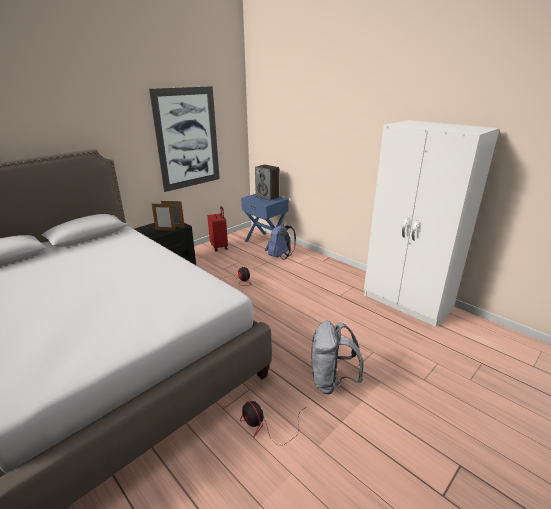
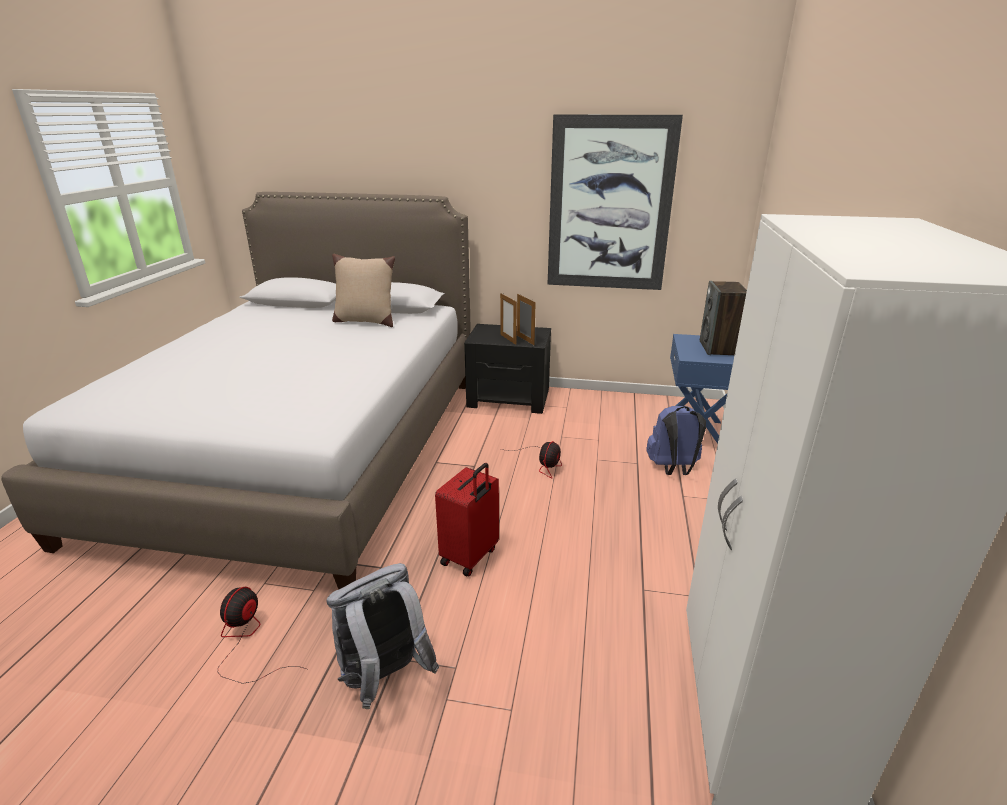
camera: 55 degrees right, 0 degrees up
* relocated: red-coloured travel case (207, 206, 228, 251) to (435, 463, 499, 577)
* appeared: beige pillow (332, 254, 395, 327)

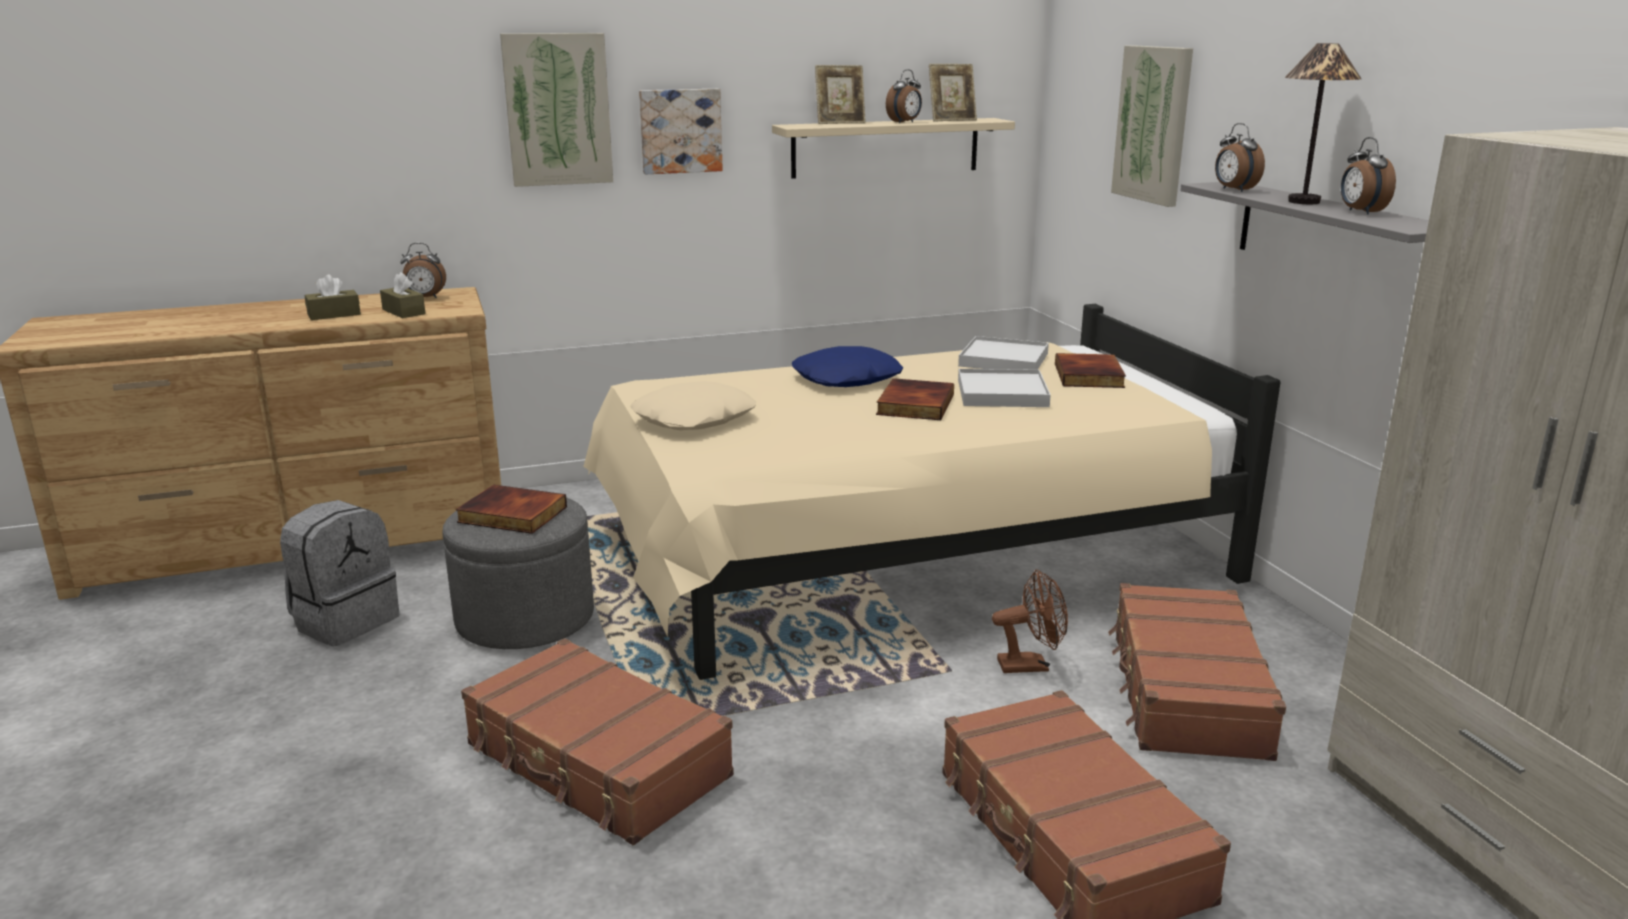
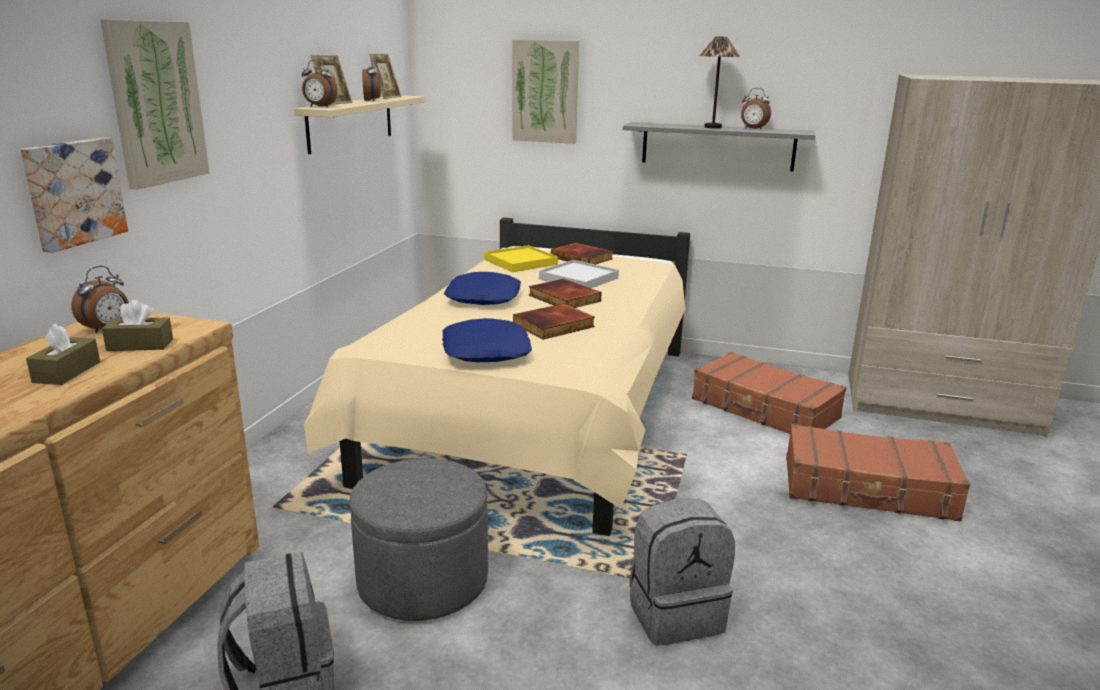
camera: 55 degrees left, 0 degrees up
* relocated: volume (456, 485, 567, 534) to (513, 303, 595, 340)
* exchanged: brownish travel case (461, 638, 734, 845) to gray knapsack (629, 499, 735, 646)
* colour: beige pillow (630, 381, 756, 430) to blue pillow (442, 318, 532, 362)
* relocated: wall picture (639, 89, 723, 174) to (21, 137, 128, 253)
* colour: white-coloured carrying tray (958, 336, 1049, 370) to yellow-coloured carrying tray (484, 245, 558, 272)
* missing: brownish fan (992, 569, 1068, 673)
* relocated: alarm clock (1215, 123, 1265, 192) to (302, 60, 338, 107)

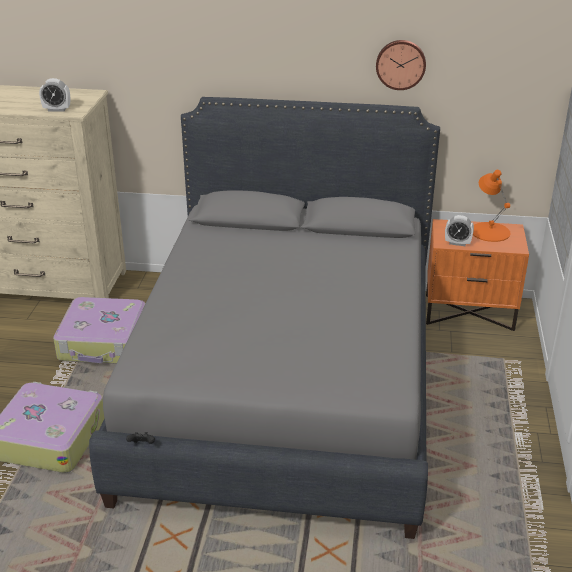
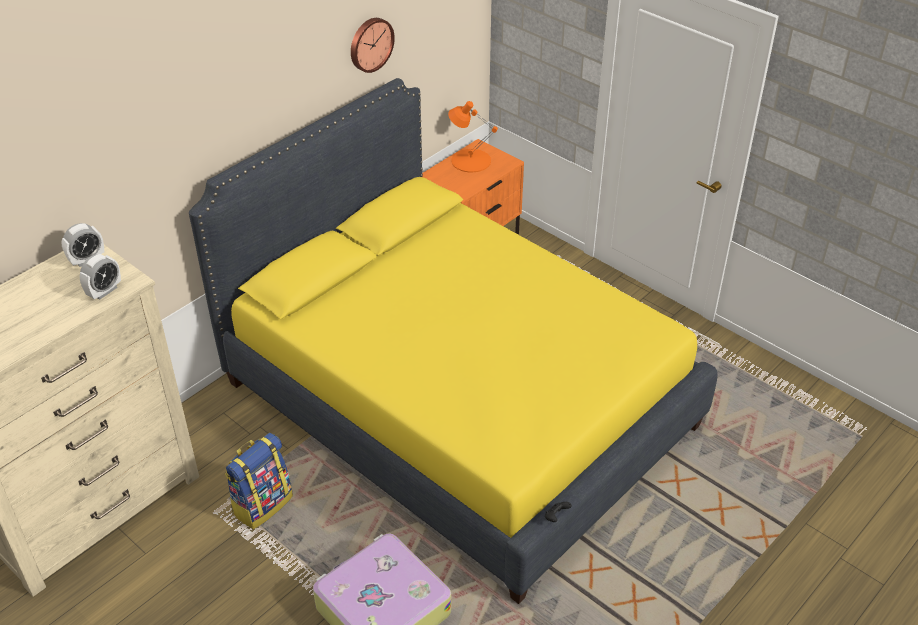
camera: 55 degrees left, 10 degrees up
* exchanged: travel case (53, 297, 146, 364) to knapsack (225, 433, 293, 529)
* colour: gray sleeping bed (89, 97, 440, 539) to yellow-coloured sleeping bed (189, 78, 718, 604)
* relocated: alarm clock (445, 215, 474, 246) to (61, 223, 104, 267)

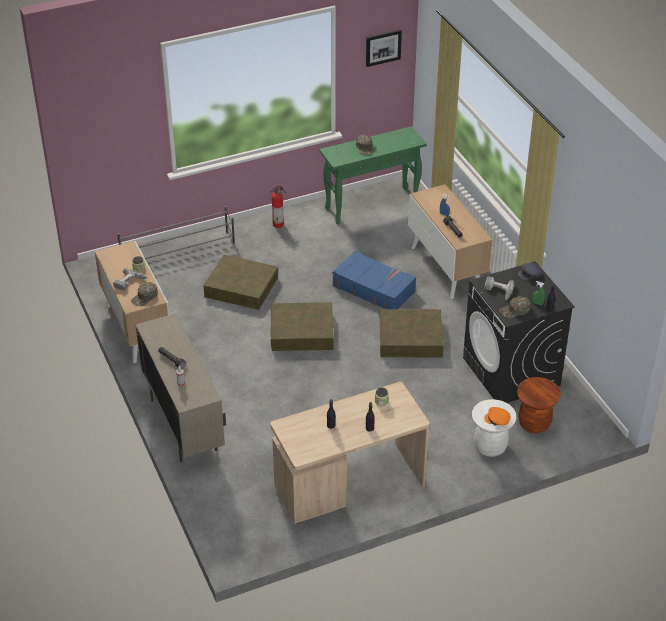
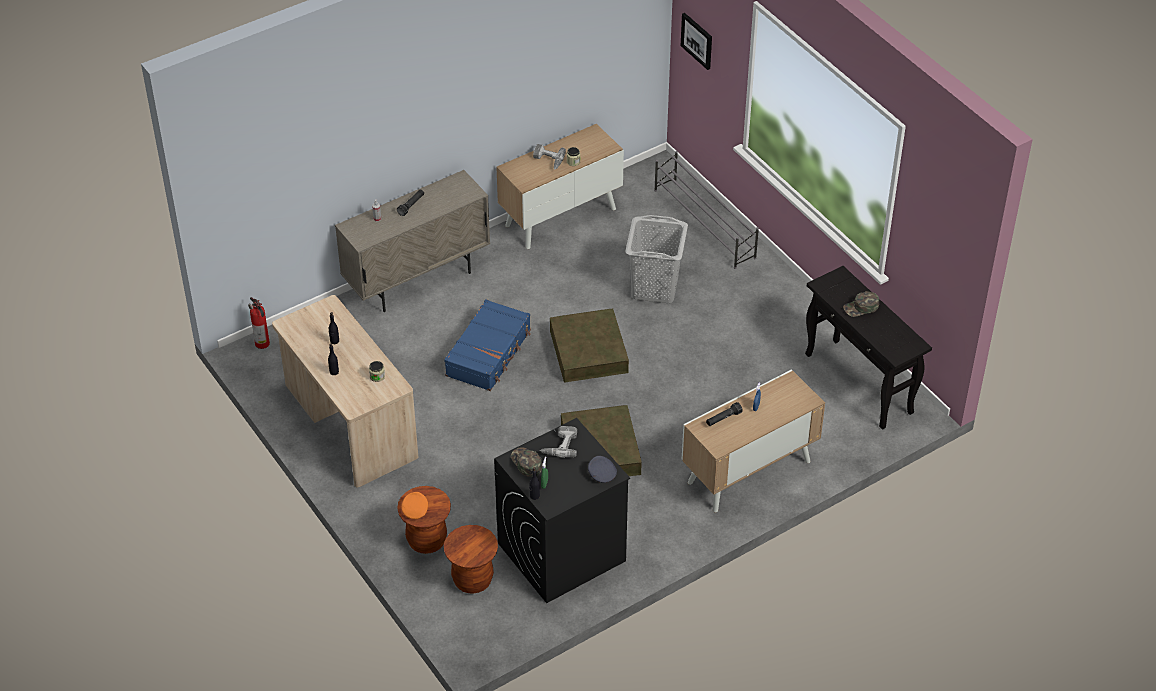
camera: 80 degrees right, 5 degrees up
* missing: green-coloured peaked cap (131, 282, 158, 306)
* exchanged: brownish storage container (203, 255, 278, 310) to gray laundry basket (625, 215, 688, 303)
* relocated: extinguisher (270, 185, 286, 228) to (248, 297, 270, 349)
* colour: green-coloured hall table (319, 126, 427, 224) to black-coloured hall table (805, 266, 932, 429)
* relocated: blue travel case (332, 251, 416, 309) to (444, 299, 531, 391)
* relocated: wall picture (366, 30, 402, 67) to (681, 13, 712, 70)
* colour: white-coloured stool seat (472, 399, 516, 457) to brownish stool seat (397, 486, 451, 554)

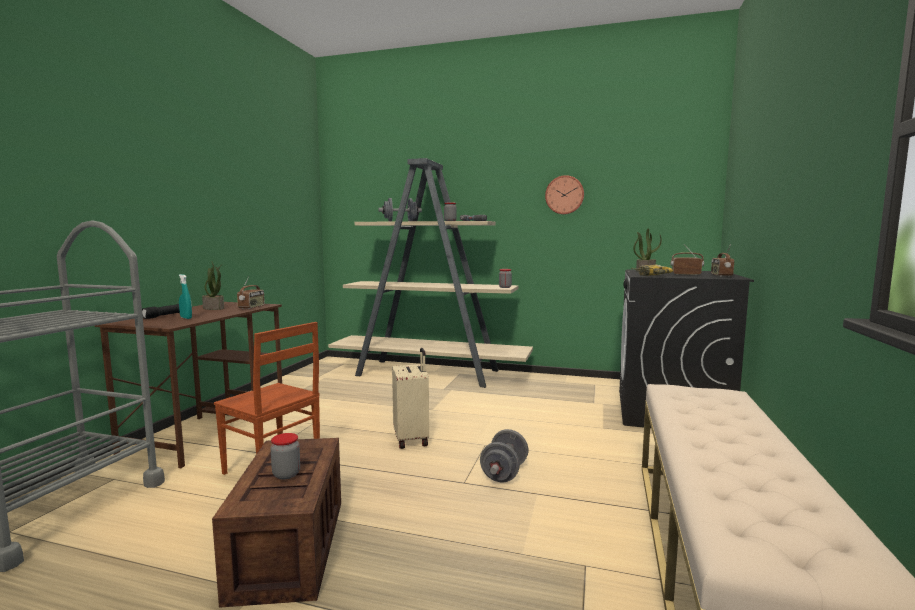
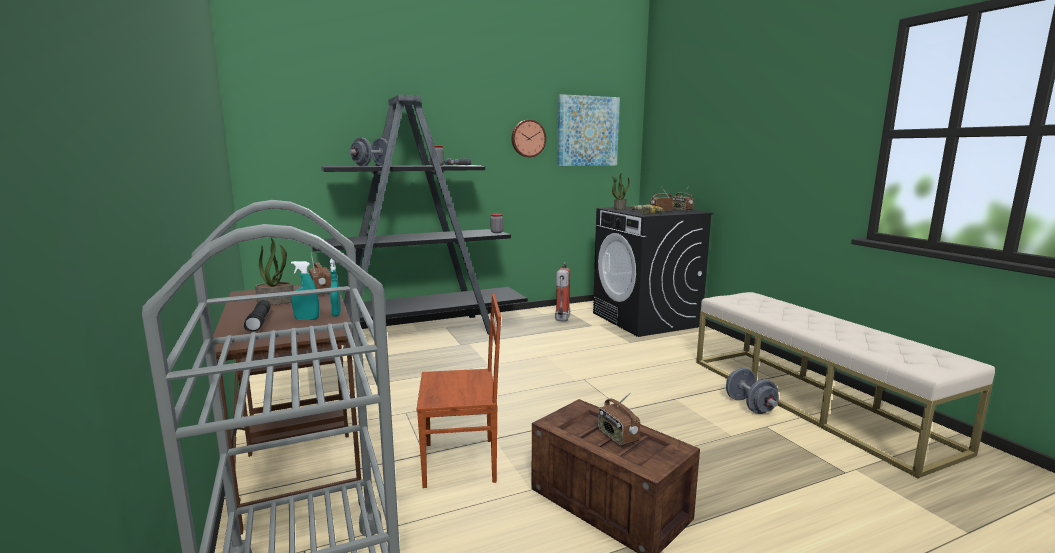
camera: 40 degrees left, 5 degrees up
* exchanged: preserve jar (270, 433, 300, 479) to radio set (598, 392, 640, 446)
* colour: beige bookshelf (328, 158, 533, 388) to black-coloured bookshelf (312, 95, 528, 349)
* missing: beige travel case (392, 348, 429, 449)
* relocated: gray hand weight (480, 429, 528, 483) to (726, 368, 779, 414)
* appeared: turquoise sprayer (330, 259, 341, 317)
* appeared: extinguisher (555, 262, 570, 321)
* appeared: wall picture (557, 94, 620, 166)

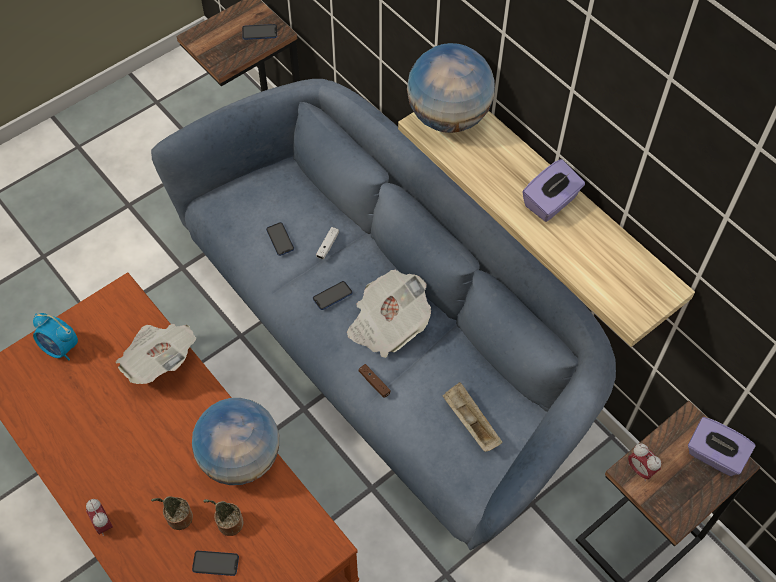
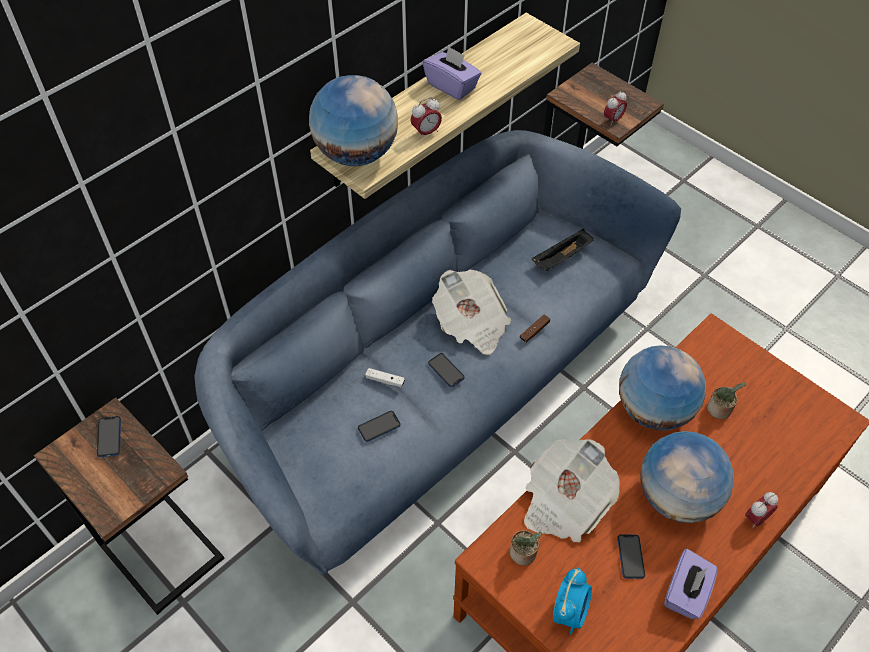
camera: 95 degrees left, 5 degrees down
* relocated: houseplant (151, 496, 193, 530) to (510, 530, 542, 565)
* relocated: telephone (192, 551, 239, 576) to (617, 534, 645, 579)
* colour: beige carrying tray (443, 382, 503, 452) to black-coloured carrying tray (532, 229, 593, 271)
* relocated: purple-coloured tissue box (688, 417, 756, 476) to (664, 549, 718, 619)
* appeared: alarm clock (411, 98, 442, 139)
* appeared: world globe (640, 431, 734, 523)

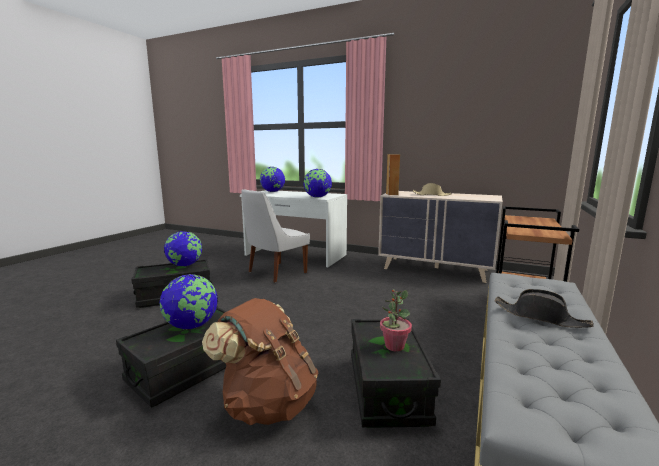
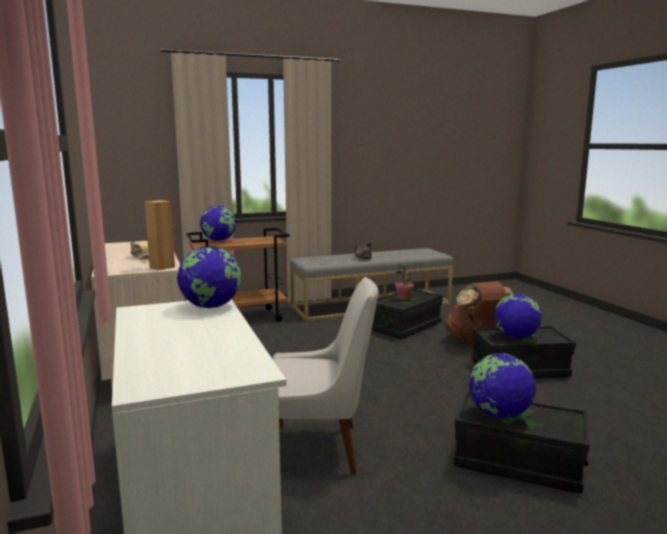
camera: 135 degrees left, 0 degrees up
* relocated: world globe (260, 167, 285, 192) to (200, 205, 236, 241)

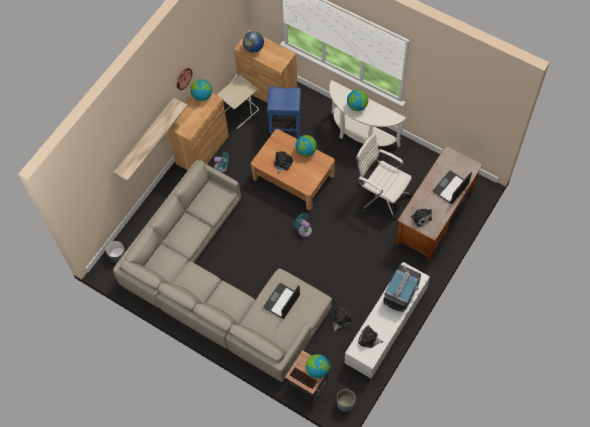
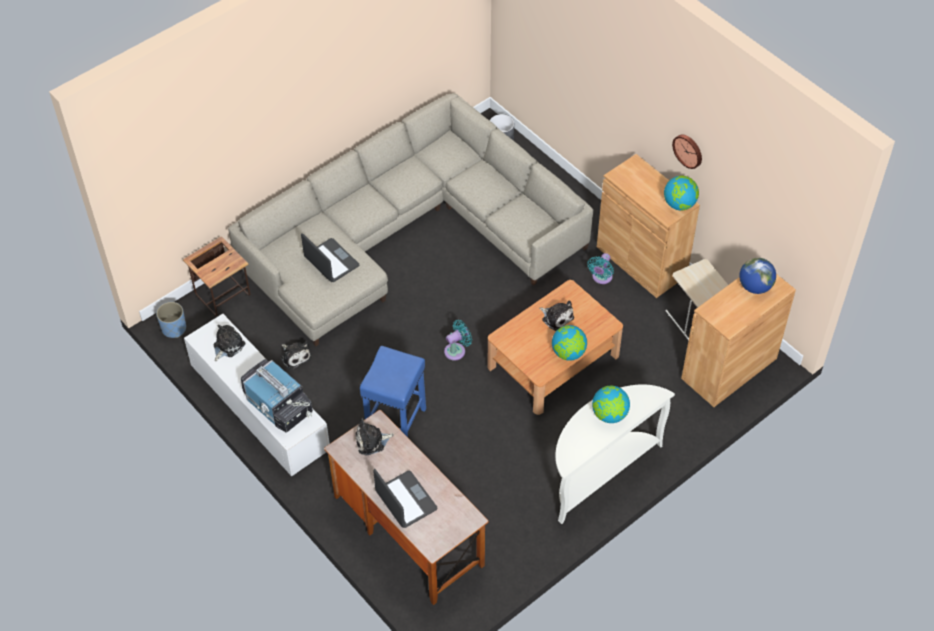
camera: 105 degrees right, 10 degrees down
* missing: wall shelf (113, 97, 188, 181)
* relocated: blue stool seat (267, 87, 301, 138) to (360, 346, 426, 437)
* missing: world globe (306, 354, 330, 378)
* missing: white-coloured computer chair (356, 133, 412, 221)

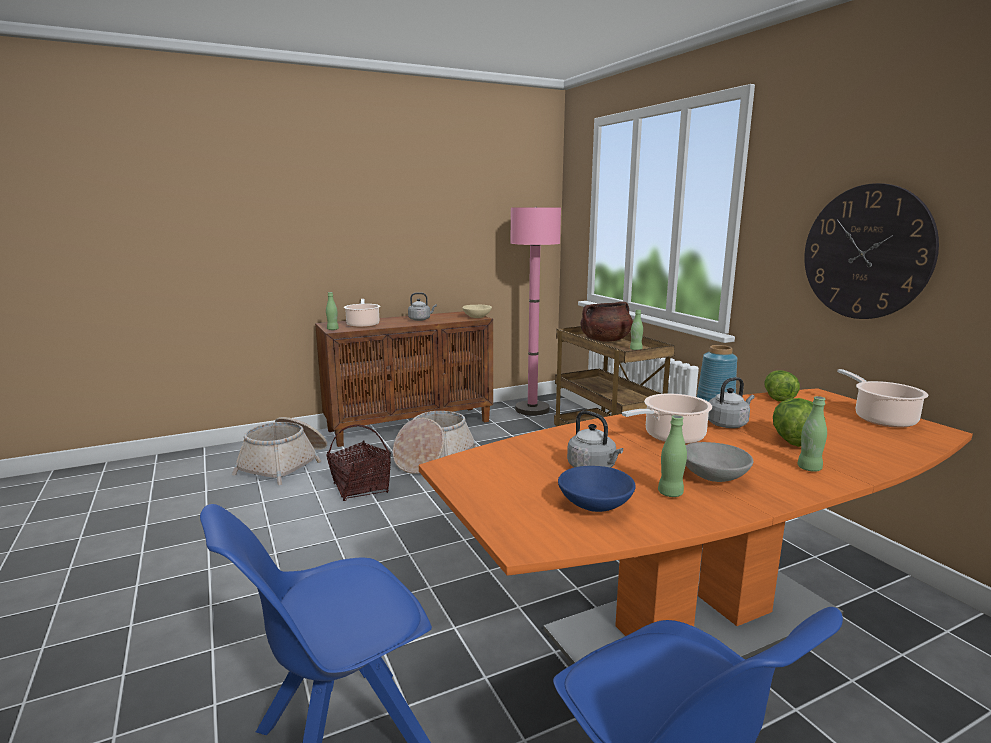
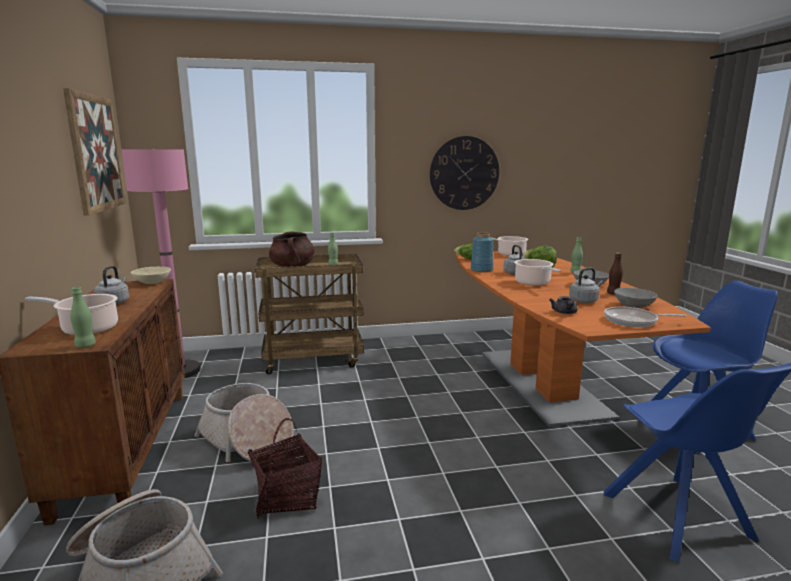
camera: 75 degrees left, 0 degrees up
* colour: blue bowl (558, 466, 636, 512) to gray bowl (614, 288, 658, 308)
* colour: green-coloured beverage bottle (658, 415, 687, 497) to brownish beverage bottle (607, 253, 623, 295)
* appeared: wall picture (63, 88, 126, 216)
* appeared: gray teapot (549, 296, 578, 314)
* appeared: skillet (604, 307, 686, 327)

